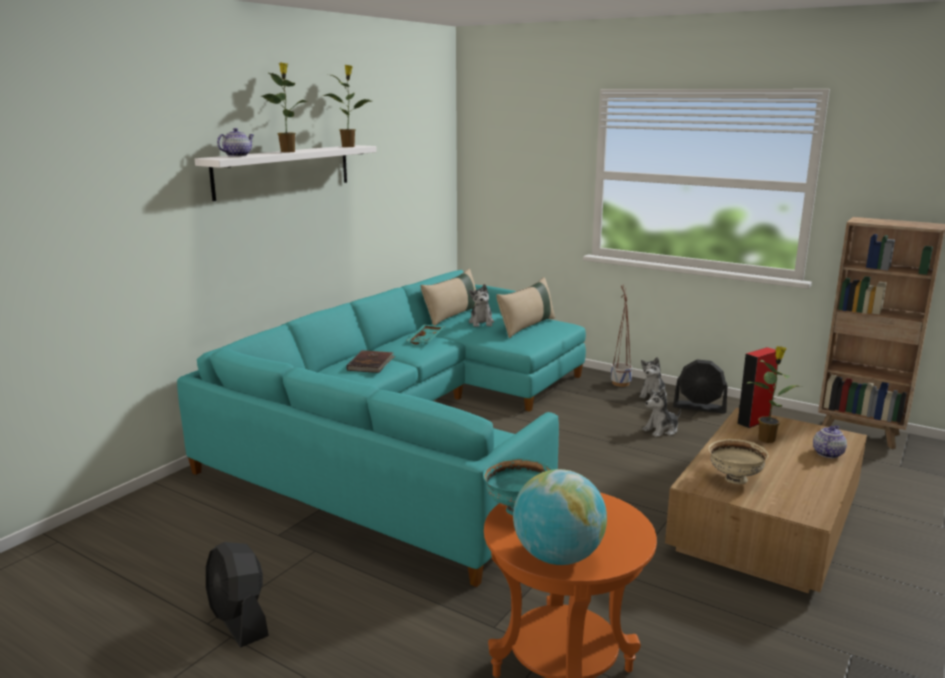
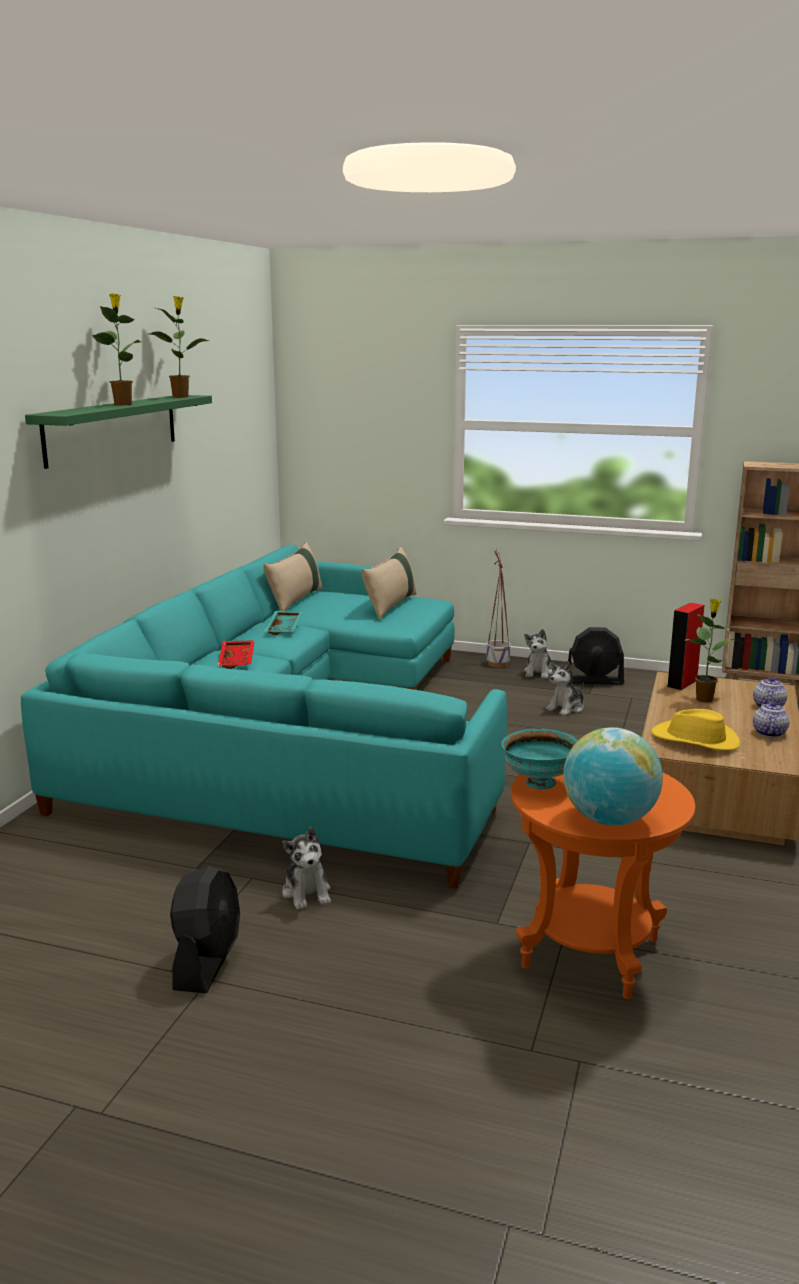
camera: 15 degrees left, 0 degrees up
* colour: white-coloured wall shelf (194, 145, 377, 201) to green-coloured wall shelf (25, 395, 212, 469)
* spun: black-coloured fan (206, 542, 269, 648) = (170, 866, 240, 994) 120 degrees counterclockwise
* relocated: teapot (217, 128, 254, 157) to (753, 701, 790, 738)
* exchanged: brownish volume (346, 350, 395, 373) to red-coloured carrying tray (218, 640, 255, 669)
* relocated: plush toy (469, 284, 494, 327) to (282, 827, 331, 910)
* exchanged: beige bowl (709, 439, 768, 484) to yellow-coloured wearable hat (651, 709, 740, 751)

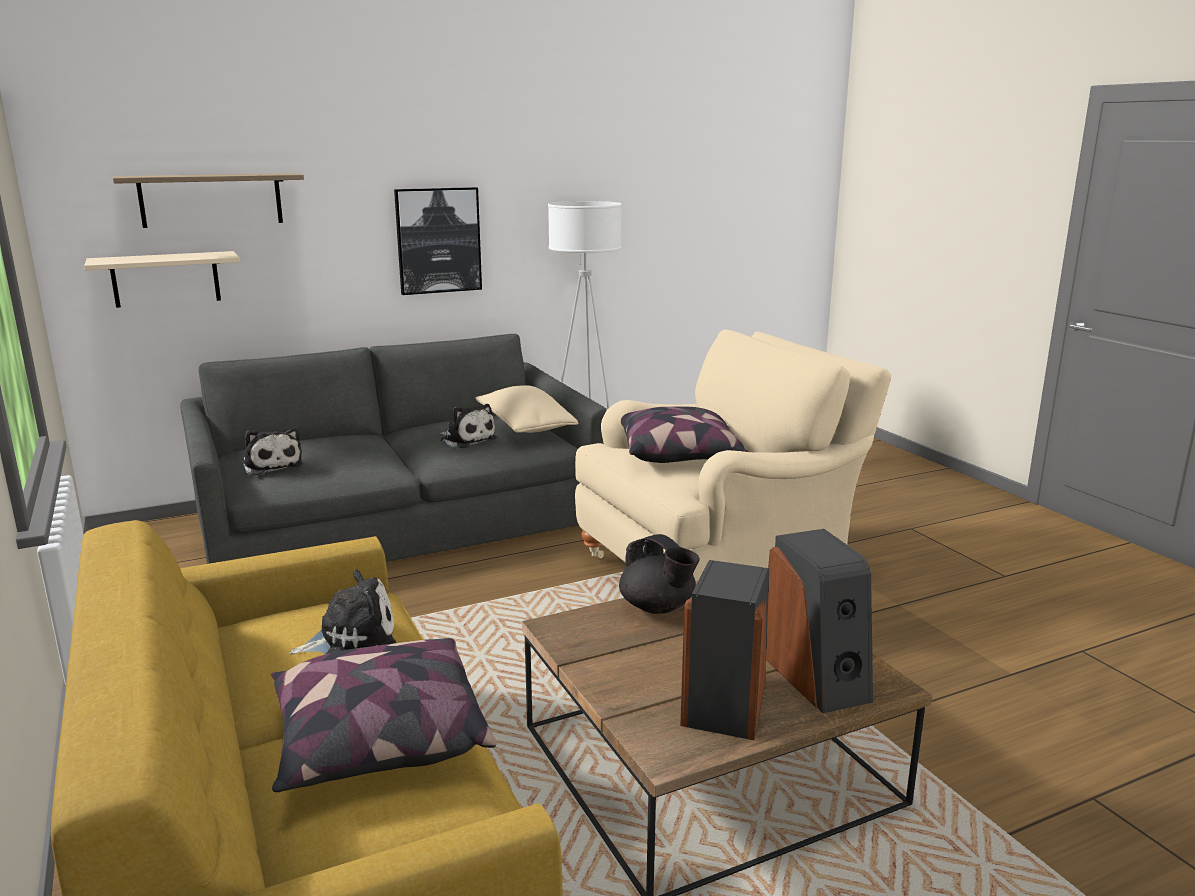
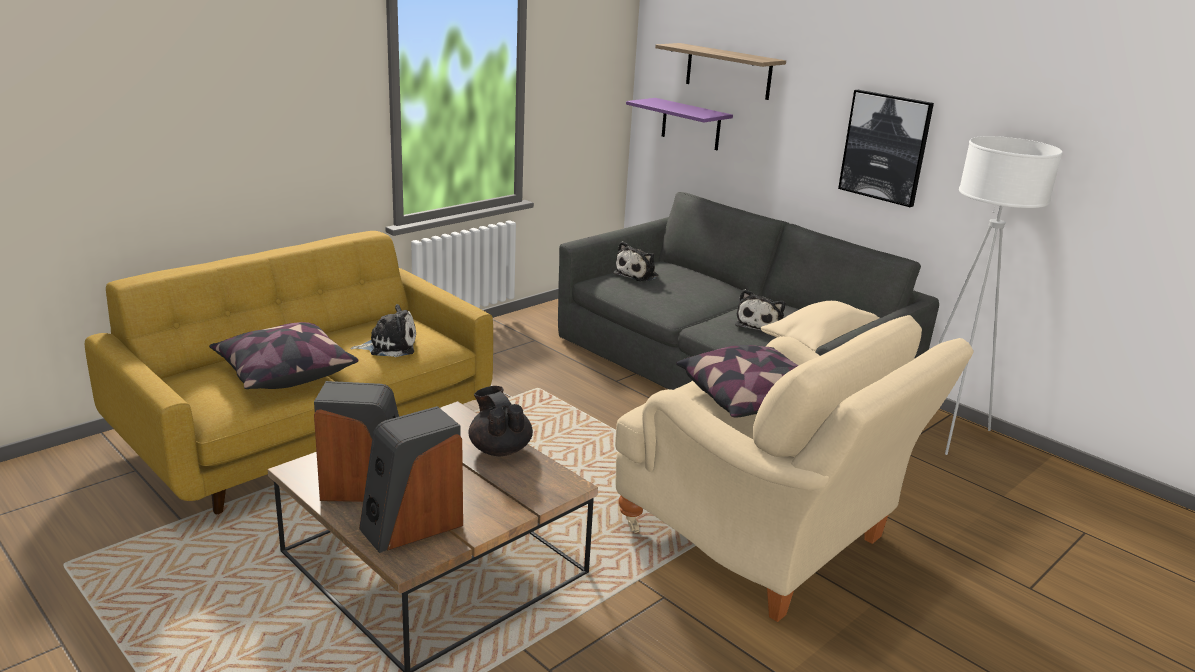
camera: 70 degrees right, 5 degrees up
* colour: beige wall shelf (84, 251, 240, 308) to purple-coloured wall shelf (626, 98, 733, 150)
* spun: plush toy (290, 569, 396, 655) = (350, 304, 416, 357) 60 degrees counterclockwise
* spun: black-coloured teapot (619, 534, 700, 614) = (469, 386, 533, 456) 120 degrees clockwise

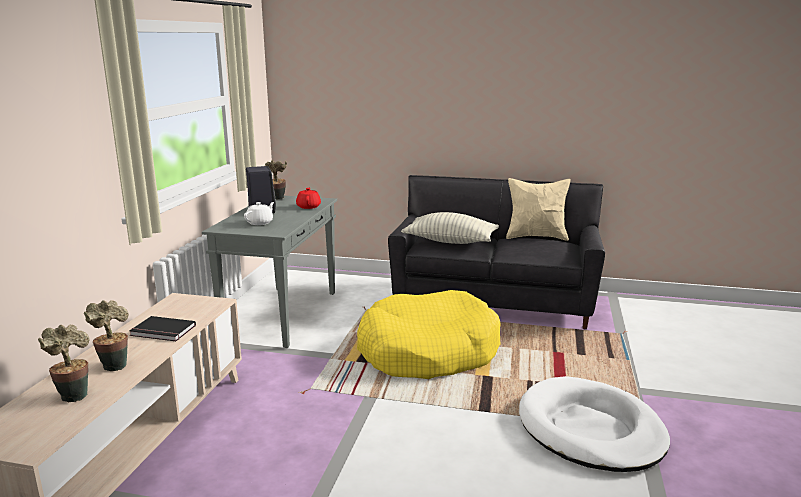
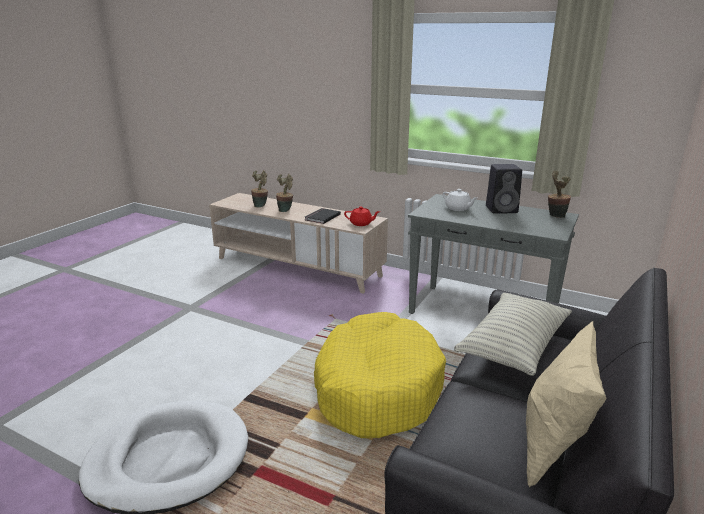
camera: 105 degrees right, 5 degrees up
* relocated: red-coloured teapot (296, 187, 321, 209) to (344, 207, 380, 226)

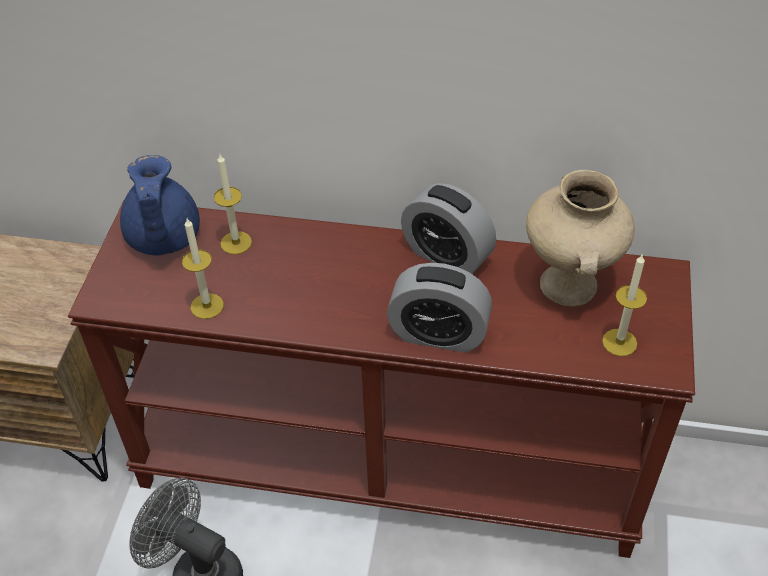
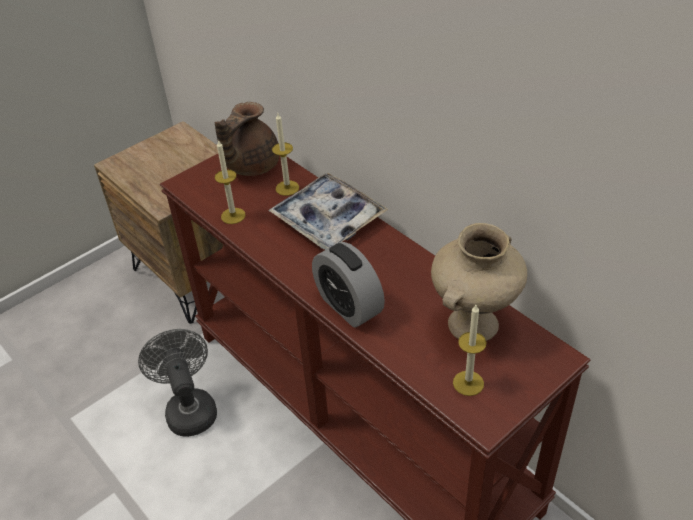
camera: 40 degrees right, 5 degrees down
* colour: blue teapot (120, 155, 200, 255) to brownish teapot (215, 102, 279, 176)
* missing: alarm clock (401, 183, 496, 274)
* appeared: carrying tray (268, 173, 388, 250)

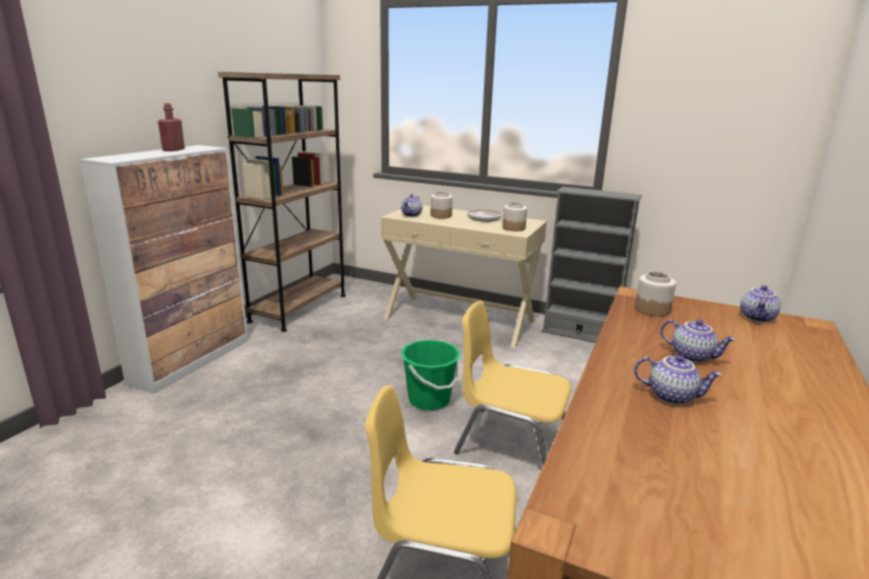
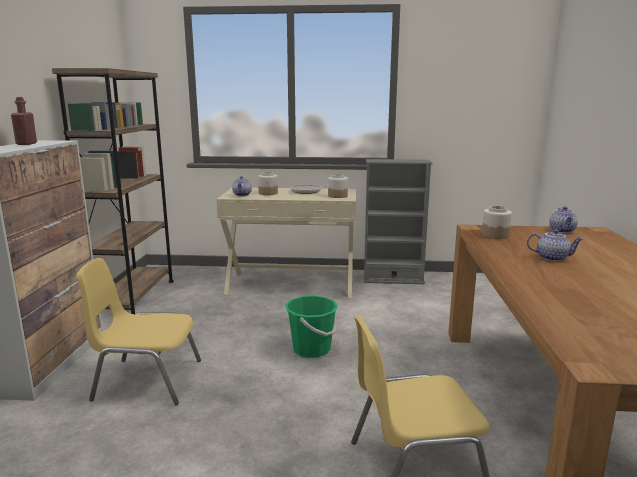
camera: 20 degrees left, 5 degrees down
* relocated: yellow-coloured plain chair (454, 301, 571, 465) to (77, 258, 201, 405)
* missing: teapot (634, 355, 722, 405)

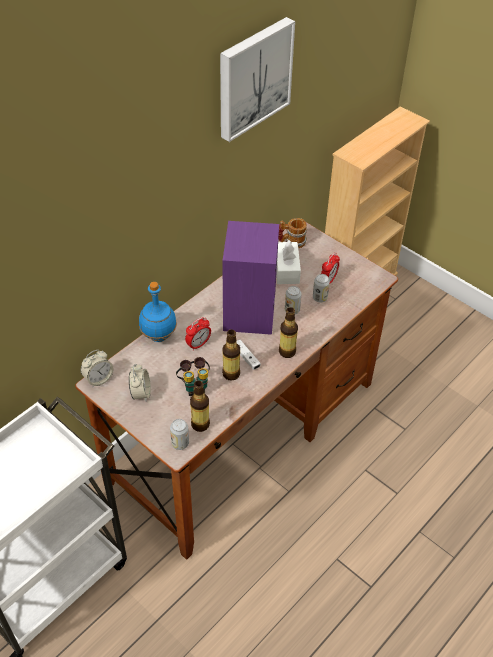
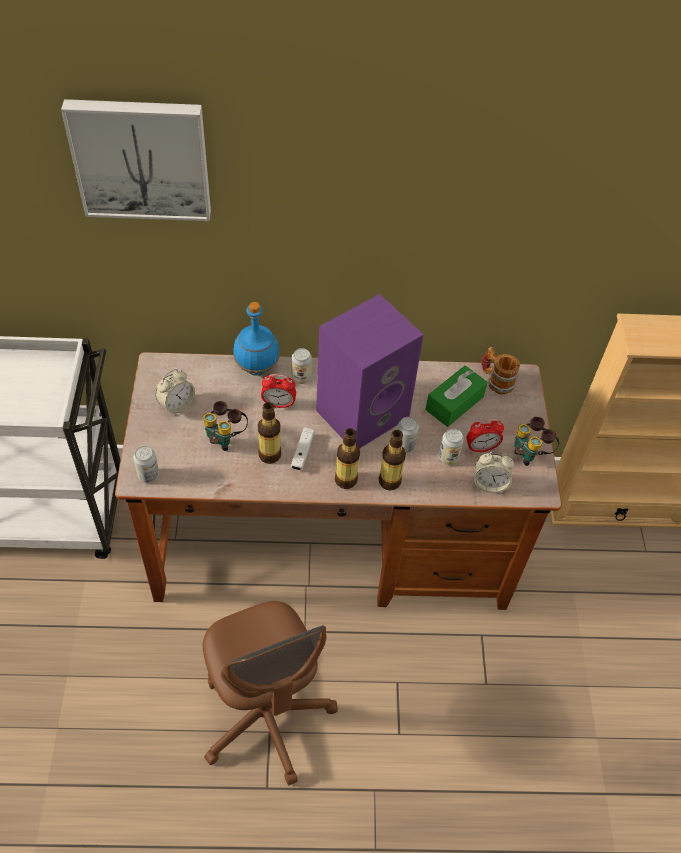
camera: 45 degrees right, 5 degrees up
* relocated: alarm clock (81, 350, 114, 387) to (474, 452, 515, 493)
* relocated: beverage bottle (190, 381, 210, 432) to (379, 430, 406, 490)
* relocated: wall picture (220, 17, 295, 142) to (61, 99, 211, 221)
* colour: white-coloured tissue box (276, 240, 301, 284) to green-coloured tissue box (425, 365, 488, 427)
* appeared: brownish computer chair (203, 601, 338, 786)
* appeared: sealed can (292, 348, 312, 384)
* appeared: binoculars (514, 417, 559, 466)

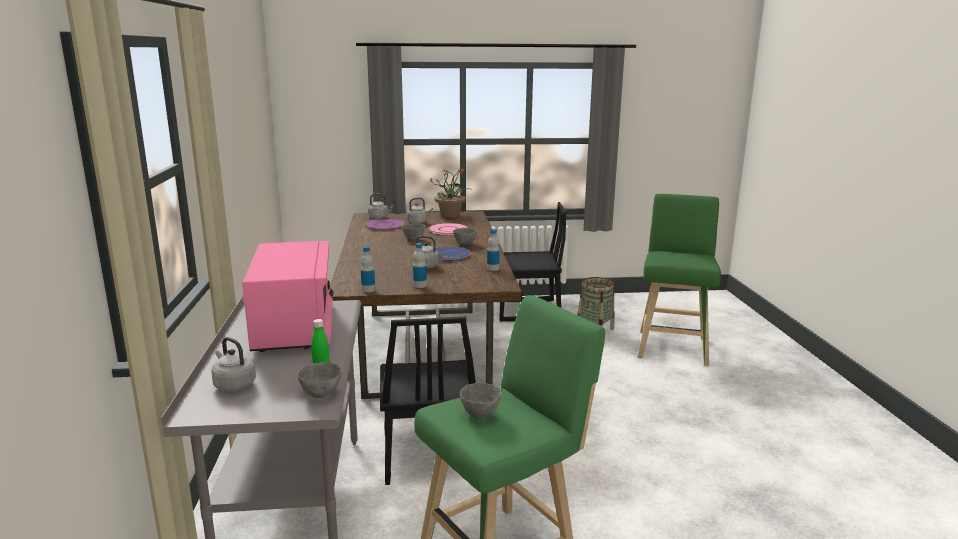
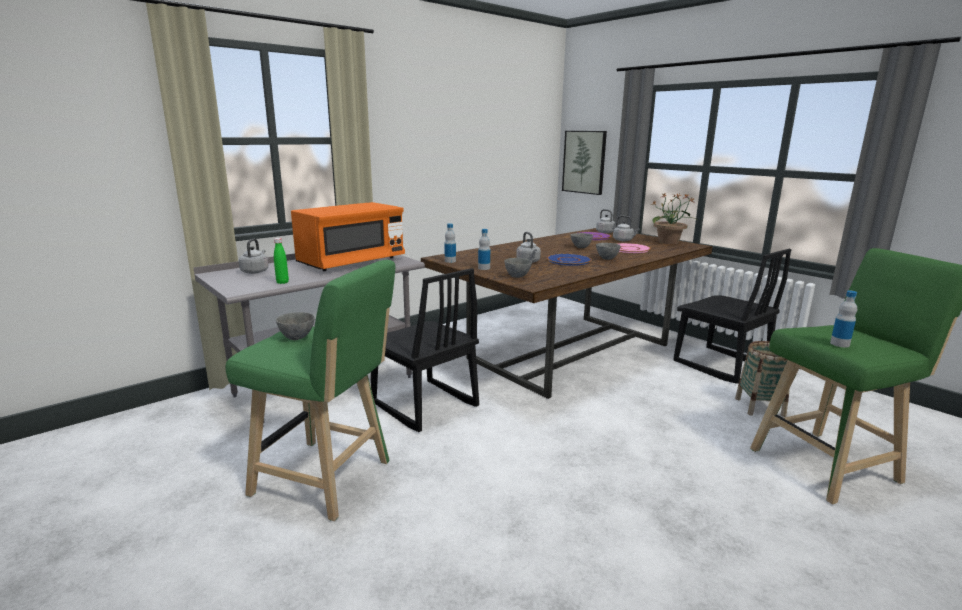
camera: 55 degrees right, 0 degrees up
* colour: pinkish kitchen microwave (242, 241, 334, 352) to orange kitchen microwave (291, 202, 405, 271)
* relocated: gray bowl (297, 362, 342, 398) to (504, 258, 532, 278)
* spun: black-coloured plain chair (380, 317, 476, 485) = (371, 268, 479, 432) 90 degrees counterclockwise
* relocated: beverage bottle (487, 229, 500, 271) to (830, 291, 857, 348)
* appeared: wall picture (562, 131, 607, 195)

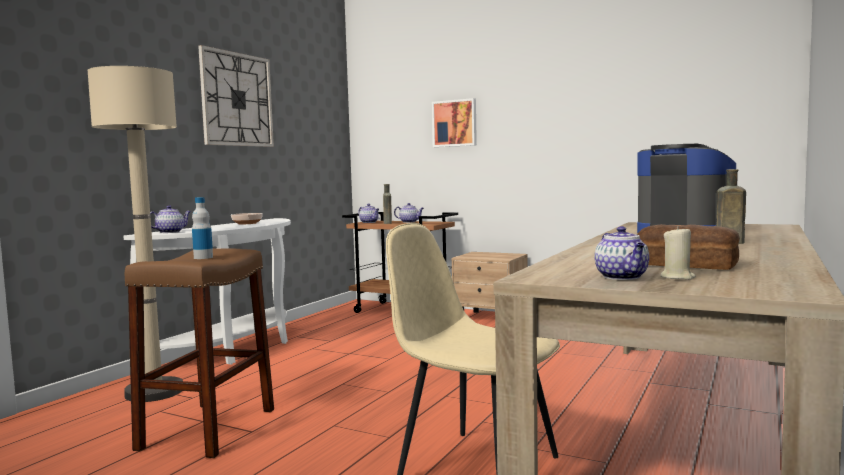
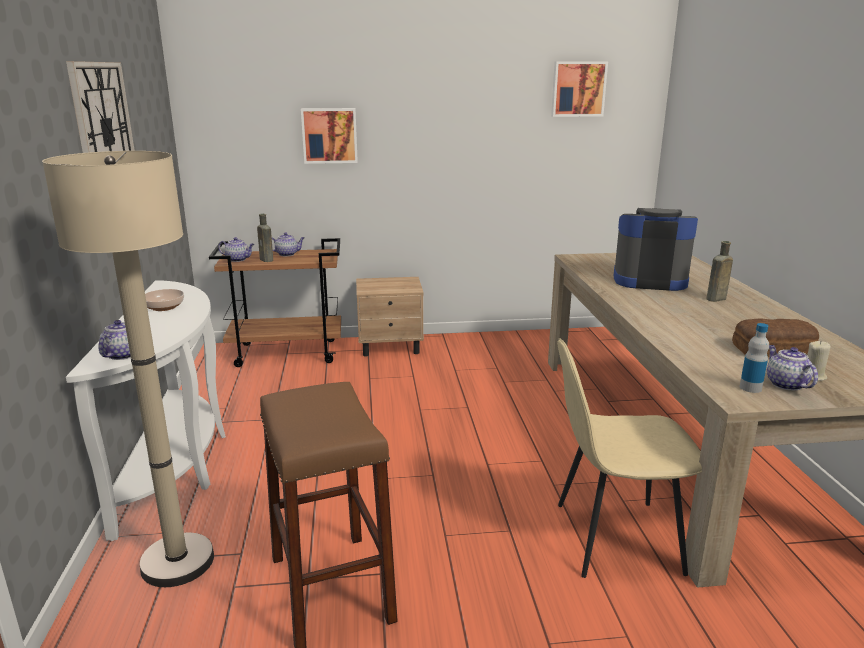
camera: 35 degrees left, 15 degrees up
* relocated: beverage bottle (192, 197, 213, 259) to (740, 323, 769, 393)
* spun: teapot (594, 226, 649, 280) = (767, 345, 818, 390) 150 degrees counterclockwise
* appeared: wall picture (551, 61, 608, 117)

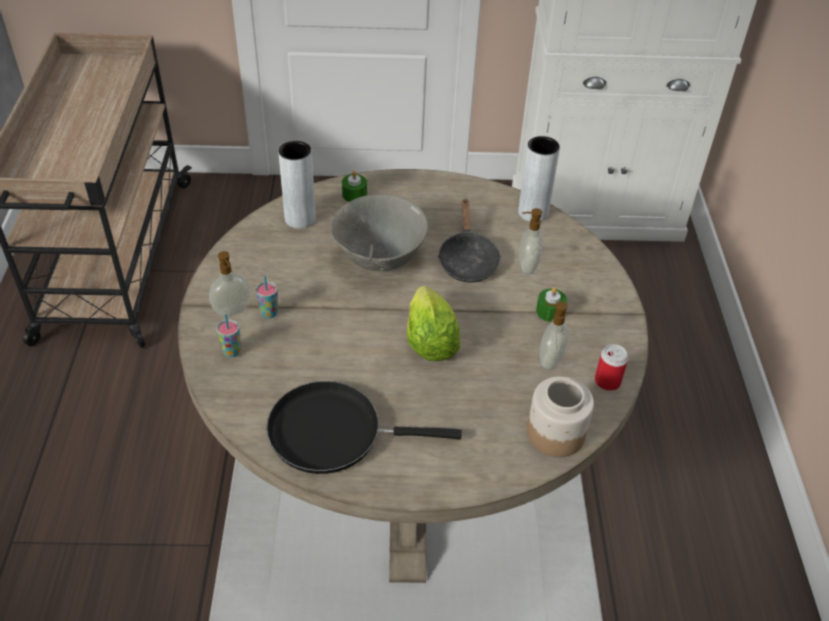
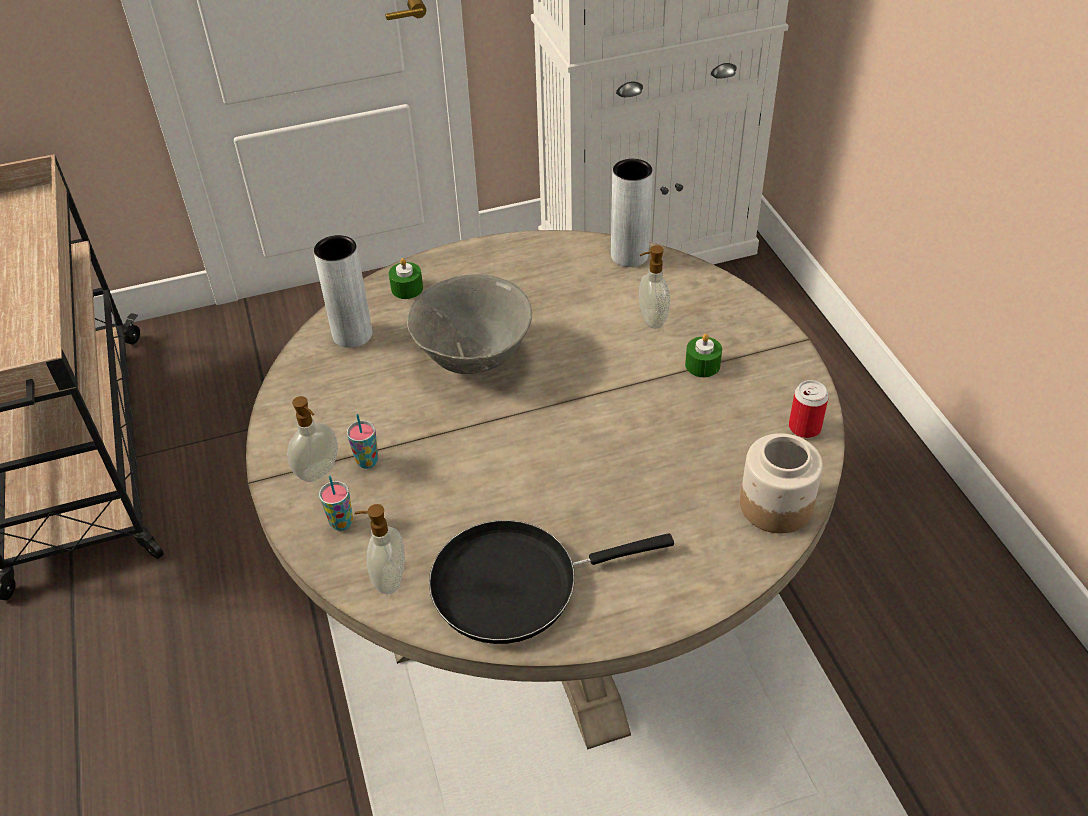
camera: 15 degrees left, 0 degrees up
* missing: lettuce head (407, 286, 460, 361)
* missing: black-coloured skillet (438, 198, 501, 283)
* relocated: soap dispenser (539, 302, 569, 370) to (355, 504, 405, 594)

